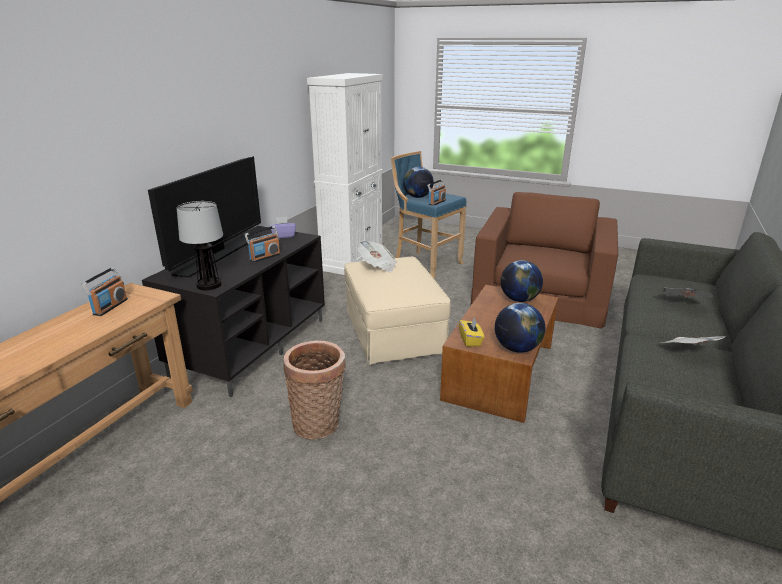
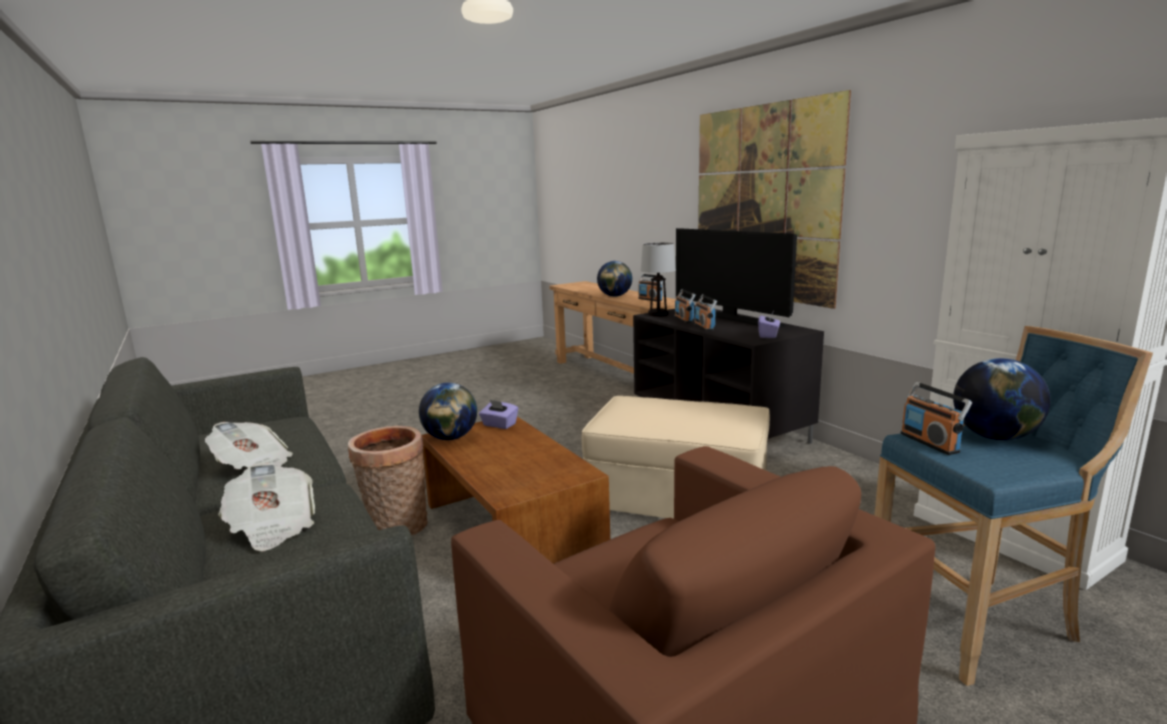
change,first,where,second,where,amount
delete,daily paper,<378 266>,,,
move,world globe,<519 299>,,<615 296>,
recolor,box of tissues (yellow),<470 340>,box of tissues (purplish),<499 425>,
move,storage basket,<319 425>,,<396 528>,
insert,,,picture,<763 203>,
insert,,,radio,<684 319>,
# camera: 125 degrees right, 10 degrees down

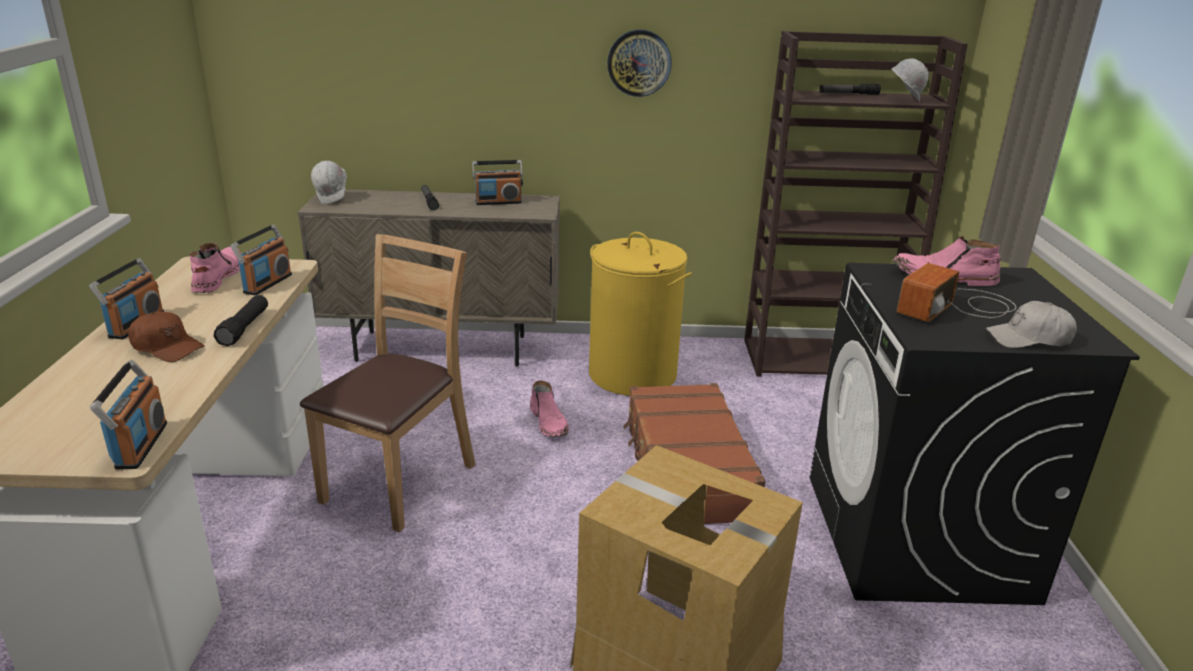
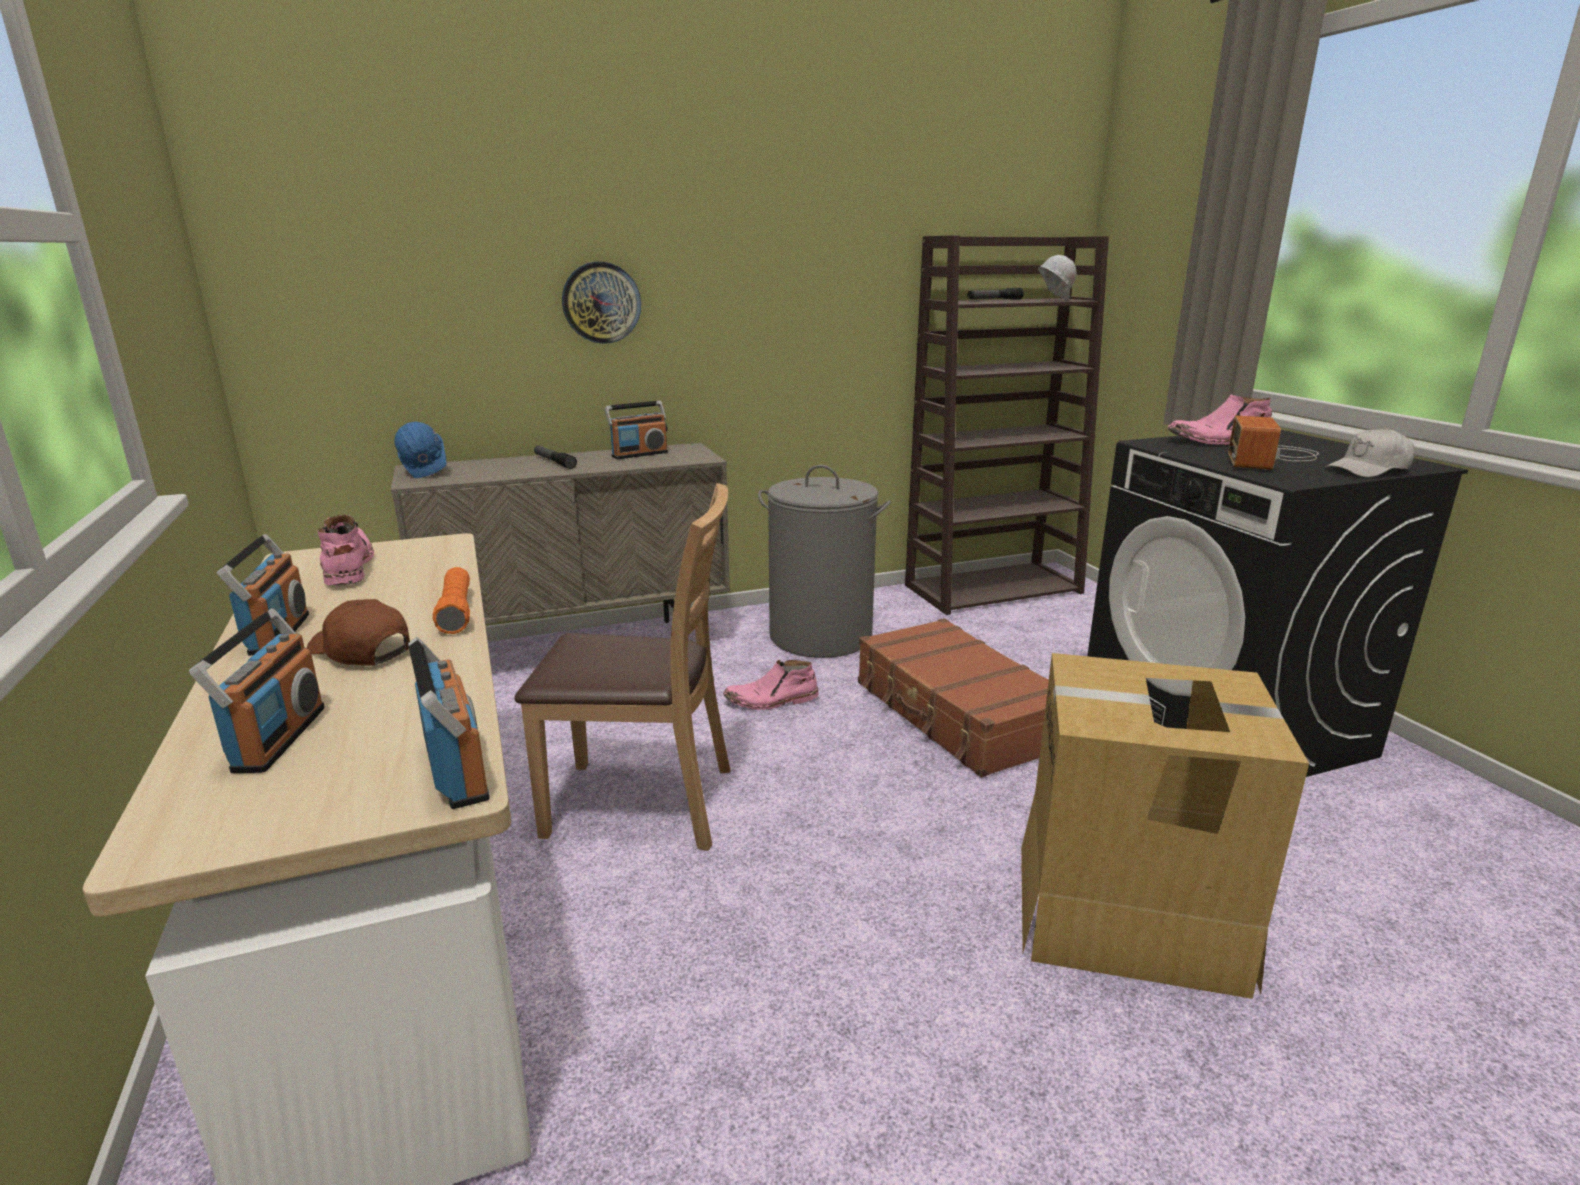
change,first,where,second,where,amount
move,wall clock,<639 63>,,<601 302>,
recolor,work helmet (white-coloured),<332 200>,work helmet (blue-coloured),<425 473>,
move,radio,<267 283>,,<278 738>,
recolor,laundry basket (yellow),<633 374>,laundry basket (gray),<821 636>,
rotate,upright chair (brown-coloured),<399 481>,,<643 803>,90 degrees clockwise
recolor,torch (blackish),<244 328>,torch (orangey),<456 612>,
rotate,peaked cap (brown-coloured),<167 347>,,<361 651>,150 degrees counterclockwise
rotate,tall boot (pink),<549 422>,,<771 700>,120 degrees clockwise
# camera: 20 degrees left, 5 degrees down

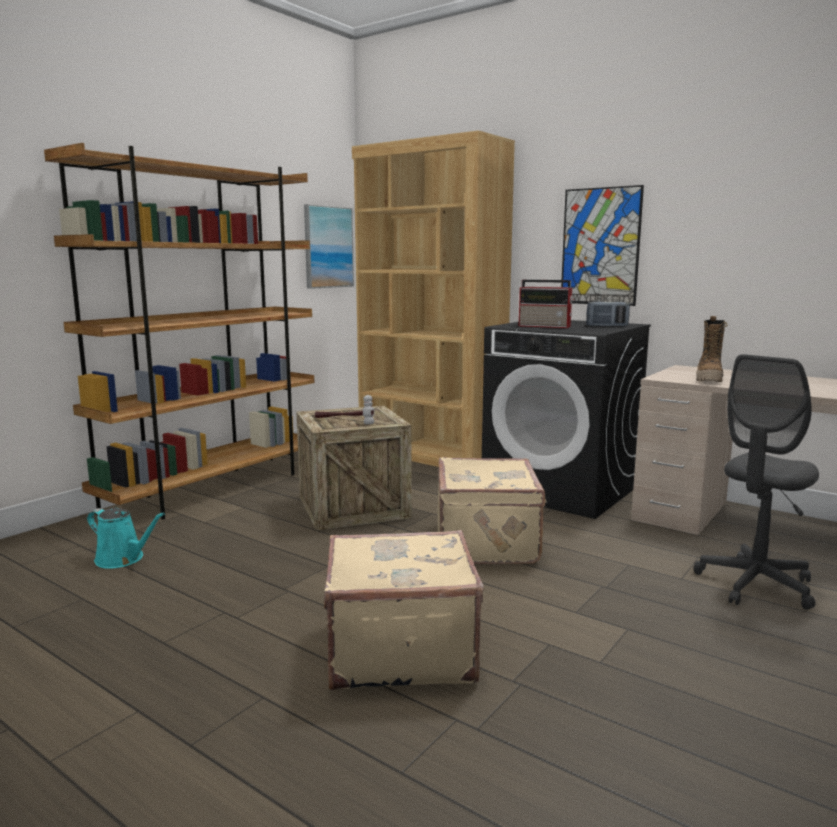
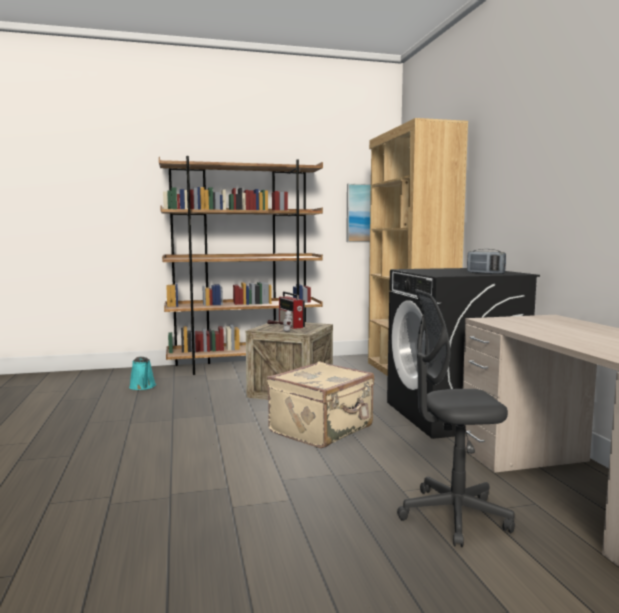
change,first,where,second,where,amount
delete,picture,<600 247>,,,
move,radio,<545 326>,,<291 325>,
delete,tall boot,<708 380>,,,
delete,piece of luggage (sand-coloured),<399 650>,,,
# camera: 40 degrees right, 5 degrees down

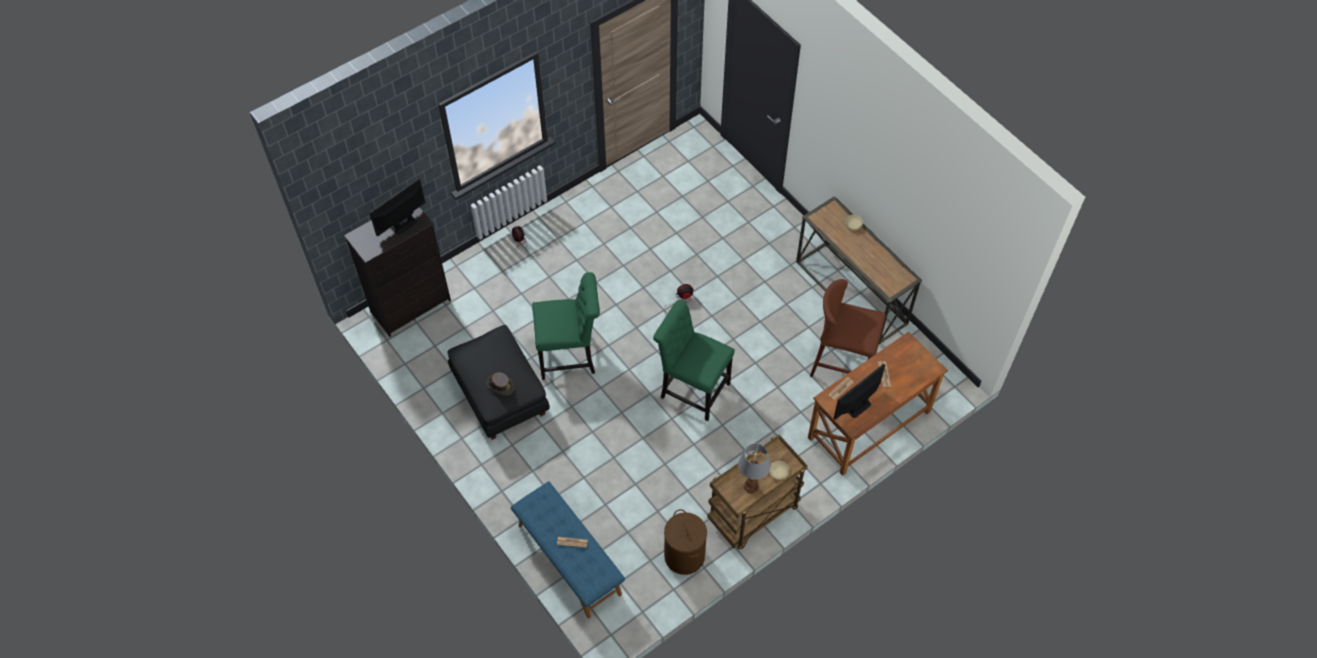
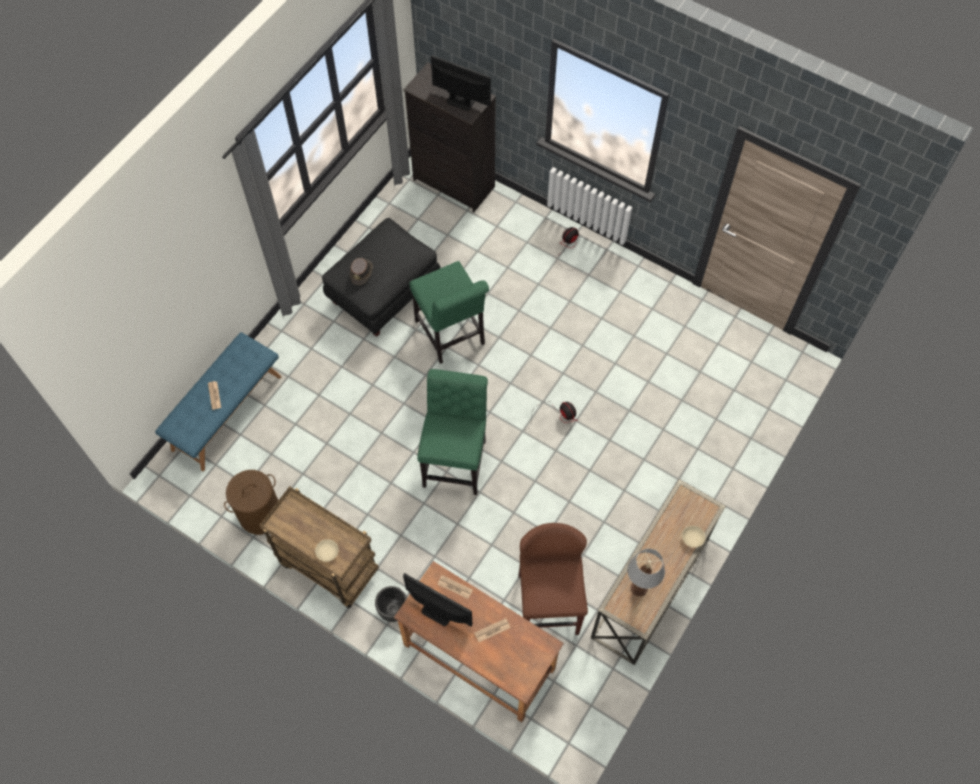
change,first,where,second,where,amount
move,lamp for a table,<751 486>,,<639 588>,
insert,,,planter (blackish),<392 610>,
# camera: 70 degrees right, 5 degrees up

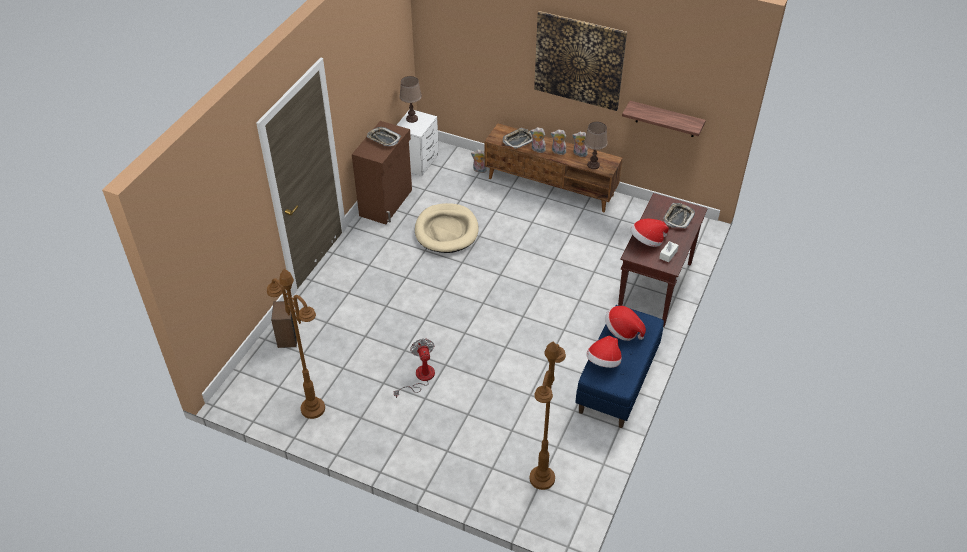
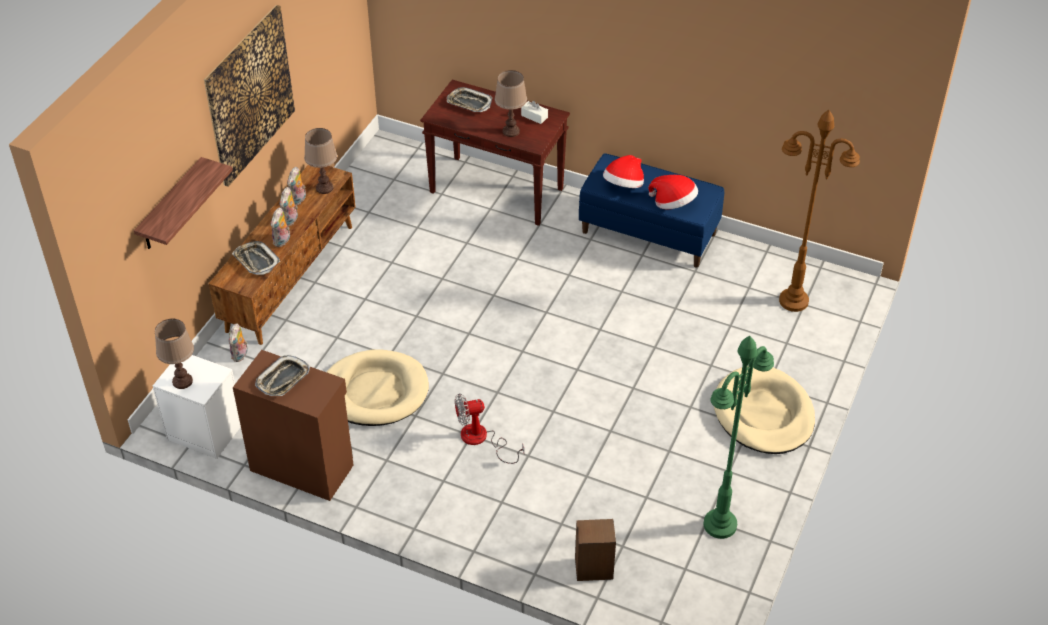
change,first,where,second,where,amount
move,bracket shelf,<665 119>,,<171 206>,
replace,wearable hat,<647 241>,lamp for a table (brown-coloured),<511 131>,
recolor,standing lamp (brown-coloured),<312 408>,standing lamp (green),<720 525>,
move,cooling fan,<420 378>,,<481 439>,
insert,,,dog bed (sand-coloured),<763 414>,
# camera: 90 degrees left, 0 degrees up

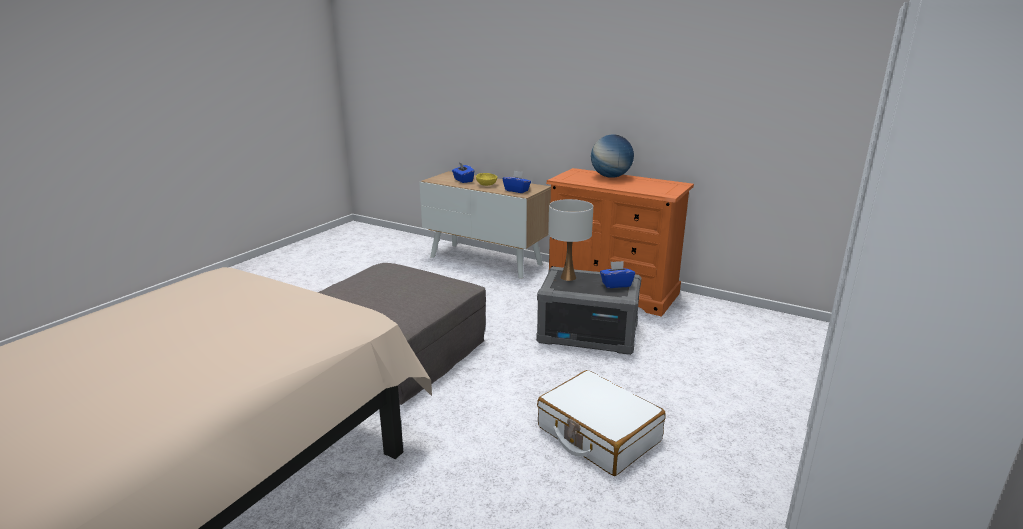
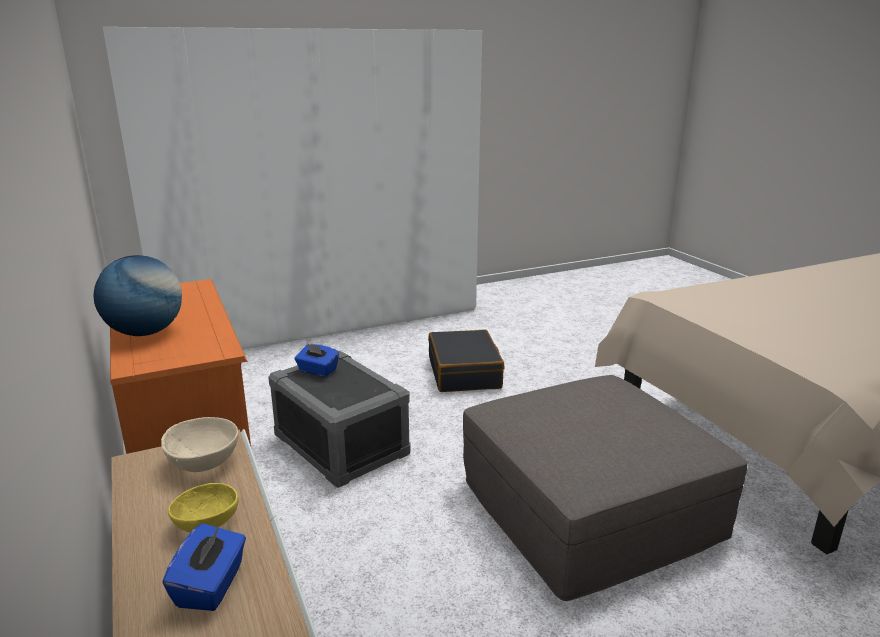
change,first,where,second,where,amount
replace,box of tissues (blue-coloured),<516 190>,bowl (sand-coloured),<204 463>,
delete,lamp for a table (white-coloured),<568 277>,,,
recolor,piece of luggage (white-coloured),<598 434>,piece of luggage (blackish),<464 373>,
# camera: 145 degrees left, 0 degrees up

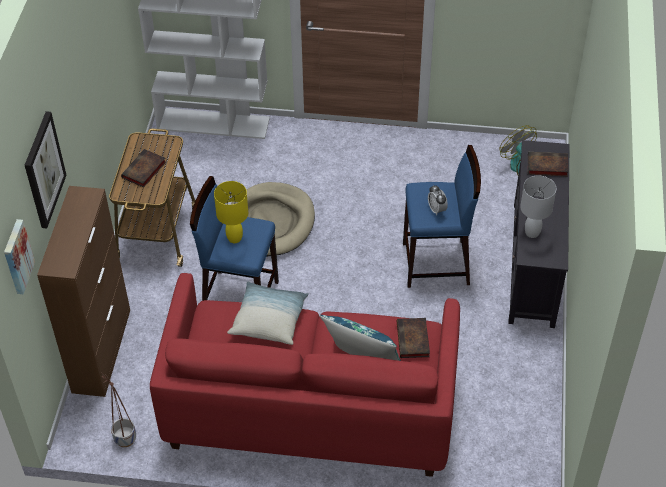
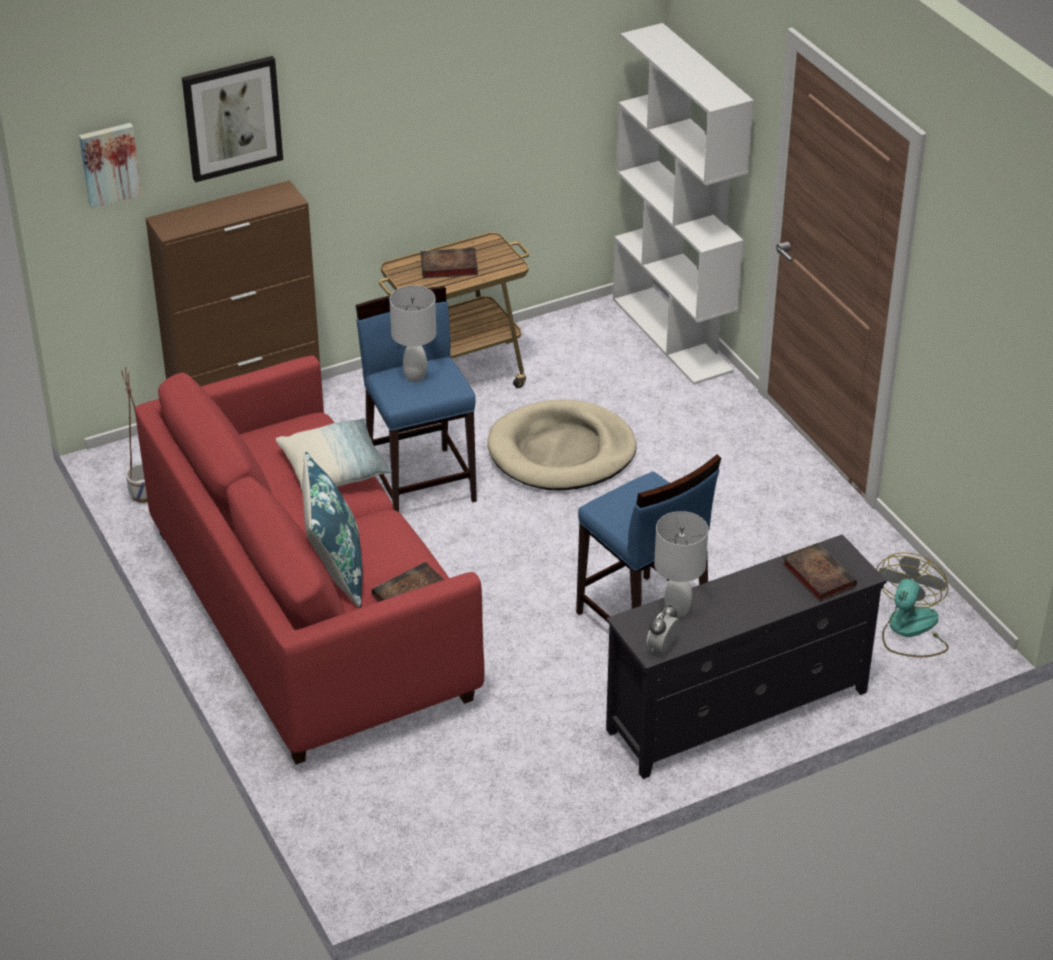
change,first,where,second,where,amount
recolor,lamp for a table (yellow),<234 238>,lamp for a table (white-coloured),<416 376>,
move,table clock,<436 209>,,<662 647>,
# camera: 55 degrees right, 10 degrees down

